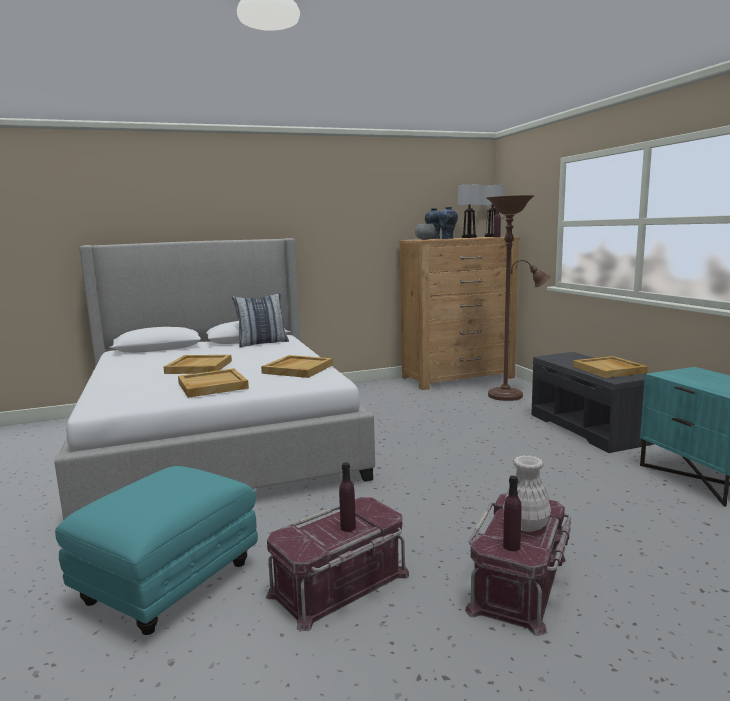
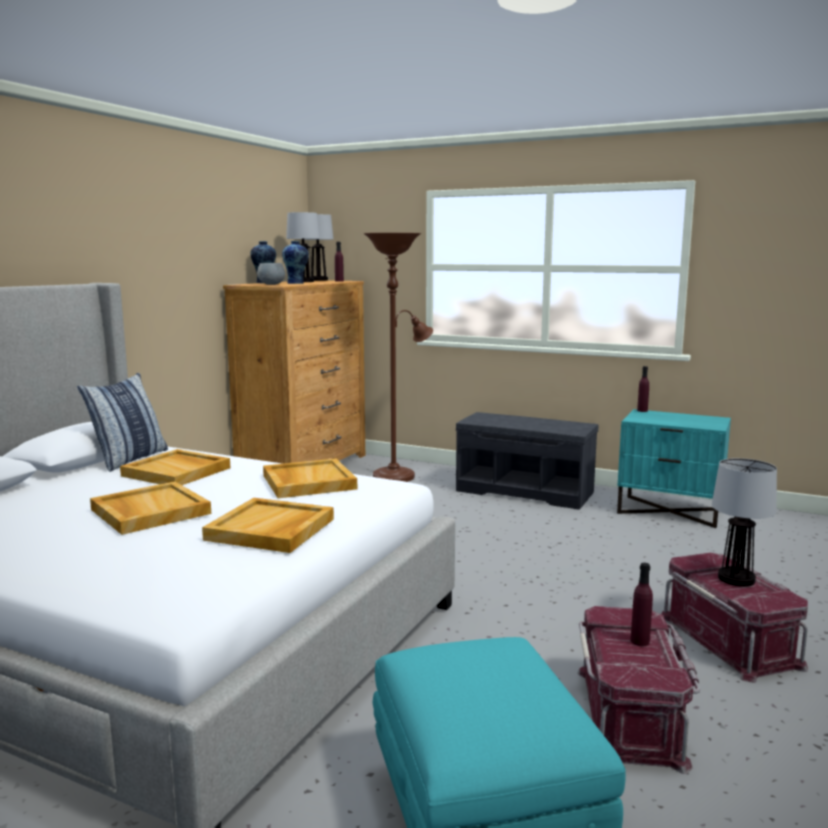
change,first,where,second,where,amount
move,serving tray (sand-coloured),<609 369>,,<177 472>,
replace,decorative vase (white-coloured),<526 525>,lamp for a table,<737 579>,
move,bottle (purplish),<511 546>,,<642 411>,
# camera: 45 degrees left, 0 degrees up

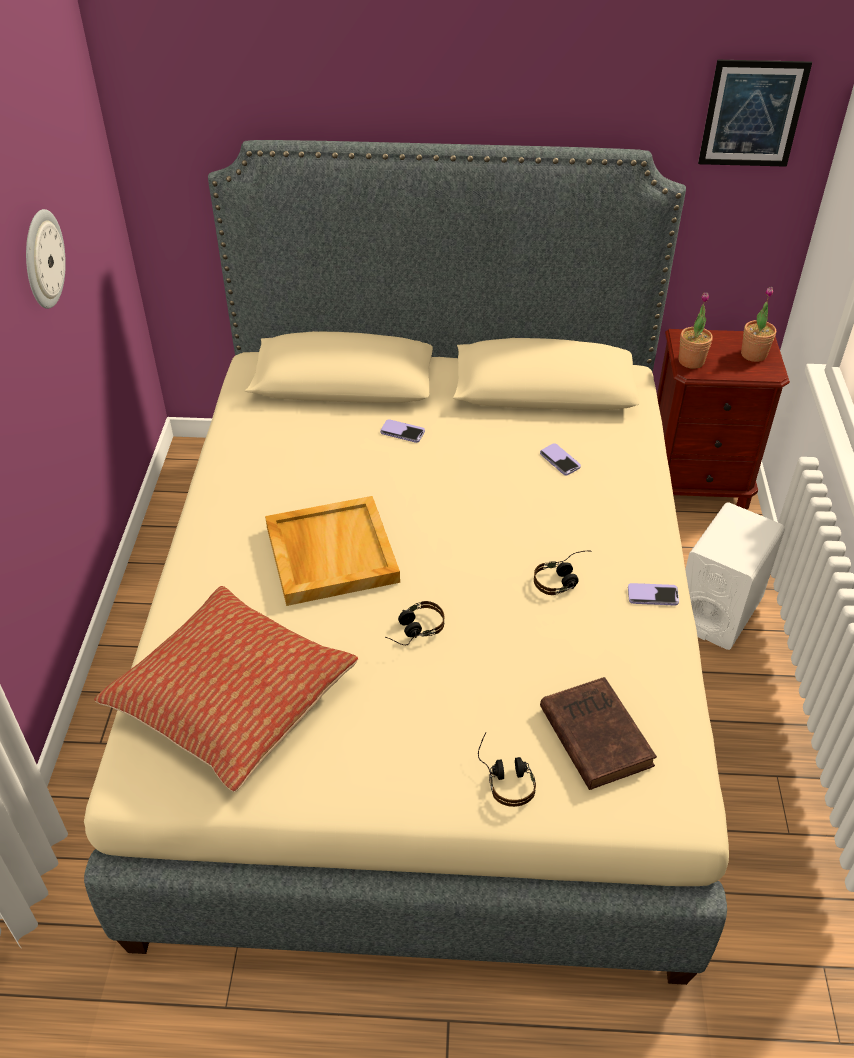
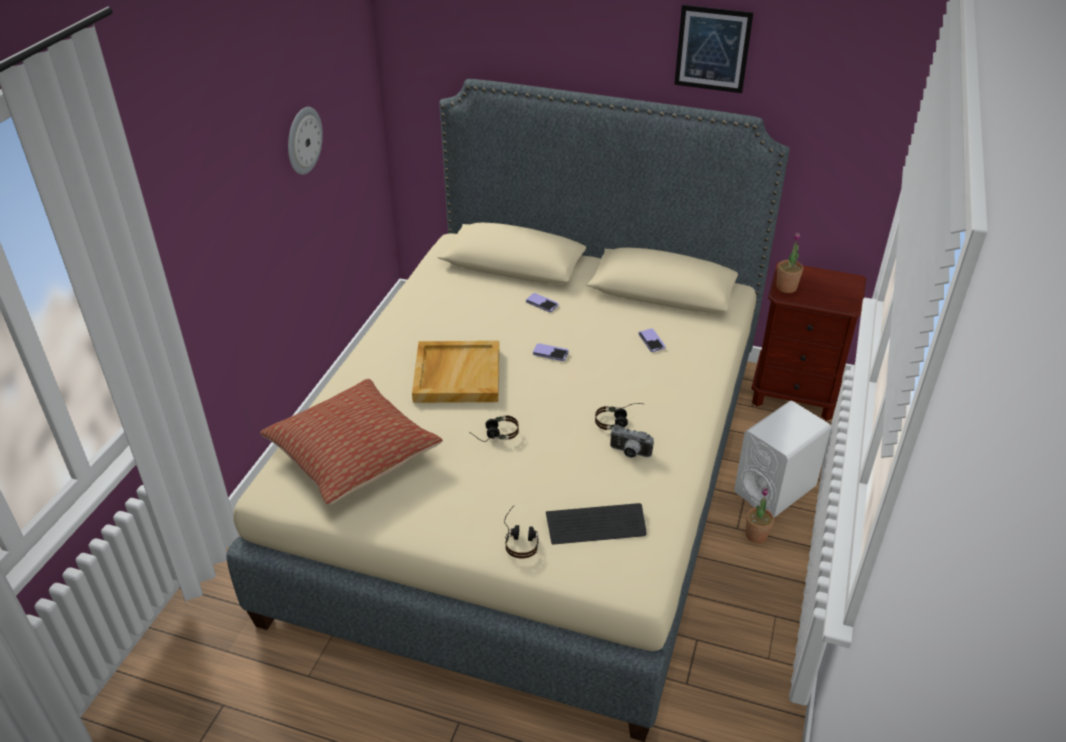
change,first,where,second,where,amount
move,picture,<752 114>,,<712 49>,
move,houseplant,<753 354>,,<756 535>,
move,phone,<653 595>,,<550 353>,
replace,volume (brown-coloured),<594 734>,keyboard,<596 525>,
insert,,,still camera,<629 453>,
# camera: 15 degrees right, 5 degrees down

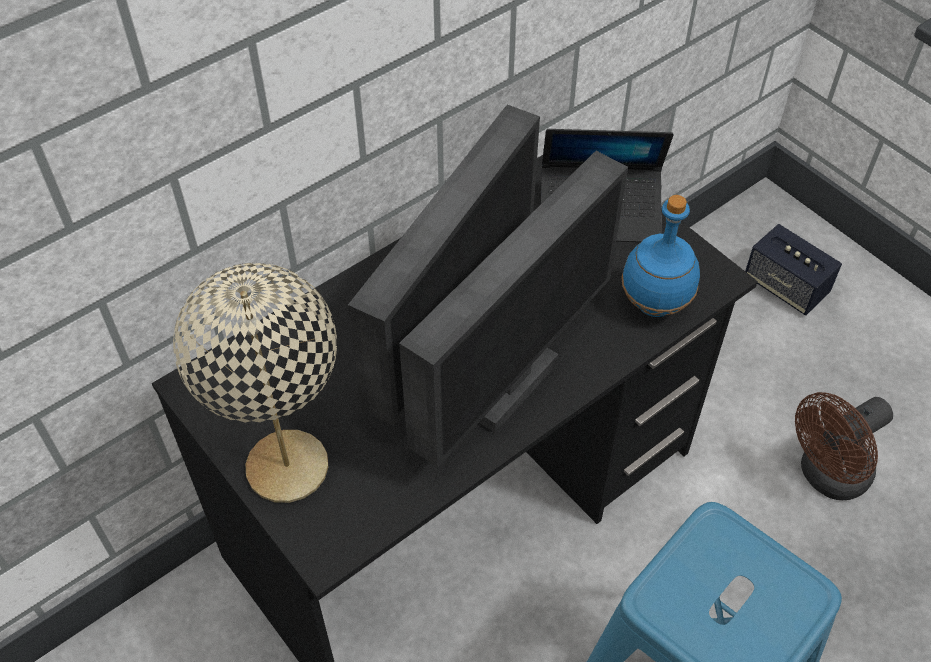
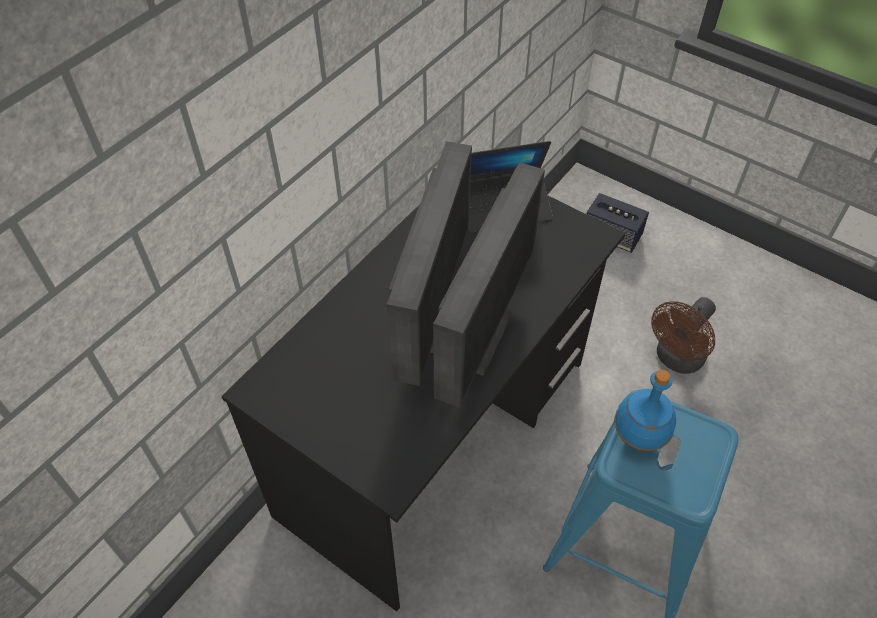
change,first,where,second,where,amount
move,bottle (blue-coloured),<653 304>,,<637 437>,
delete,lamp for a table (sand-coloured),<288 468>,,,
# camera: 15 degrees left, 0 degrees up

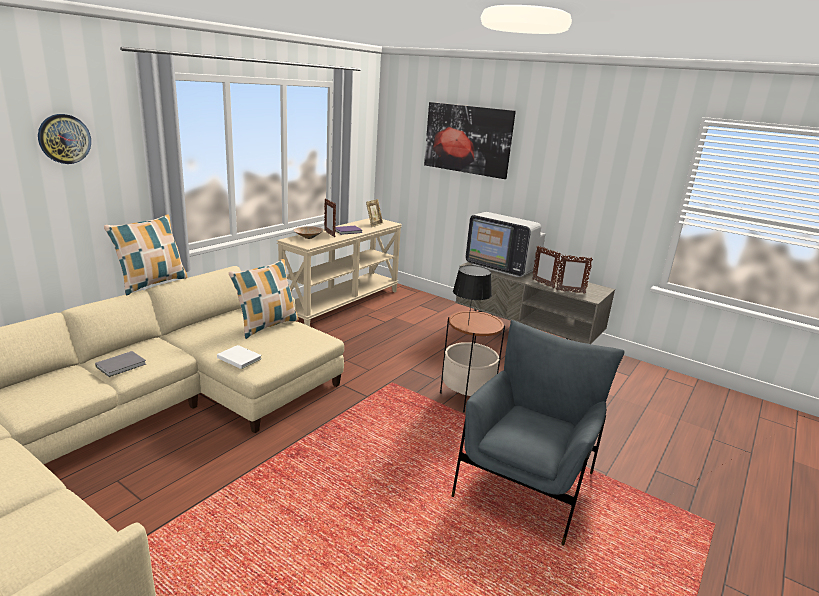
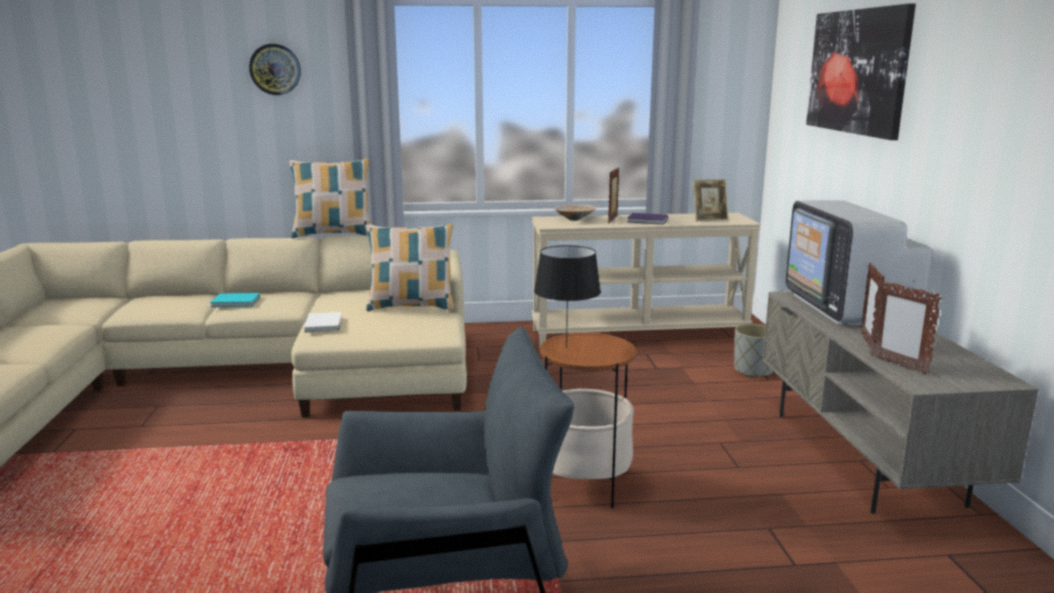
change,first,where,second,where,amount
recolor,volume (gray),<122 365>,volume (turquoise),<236 302>,
insert,,,planter (gray),<753 371>,
# camera: 50 degrees right, 5 degrees down

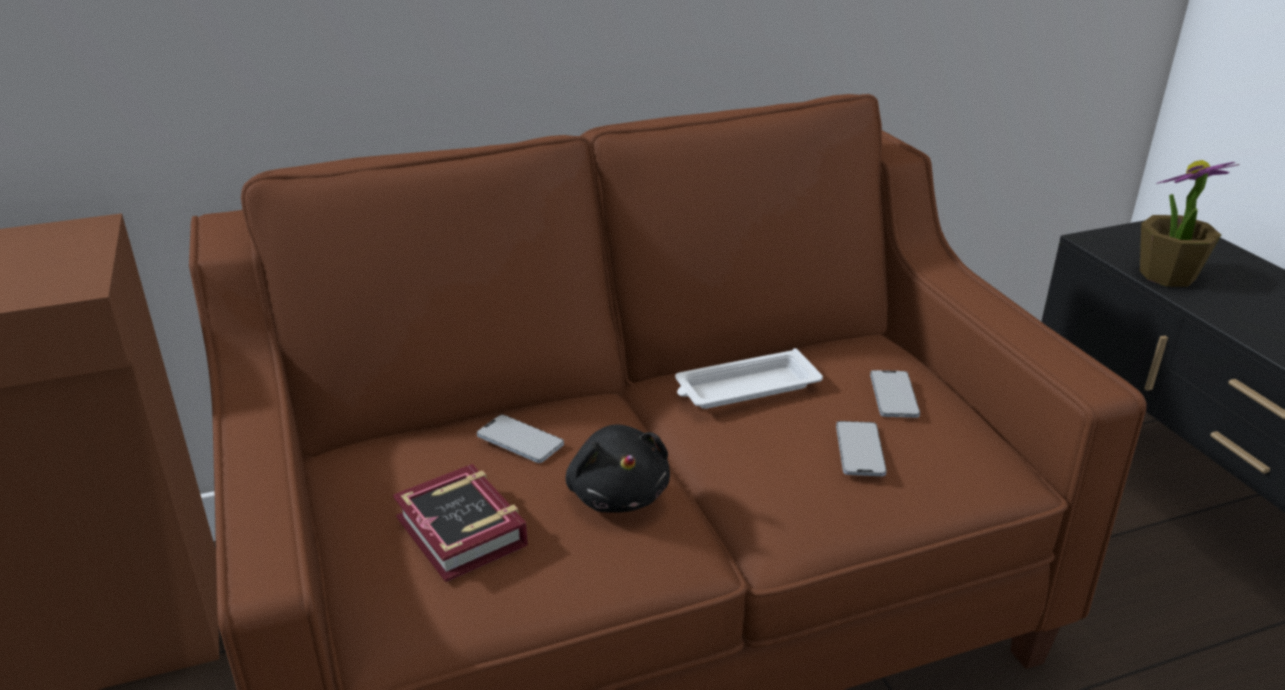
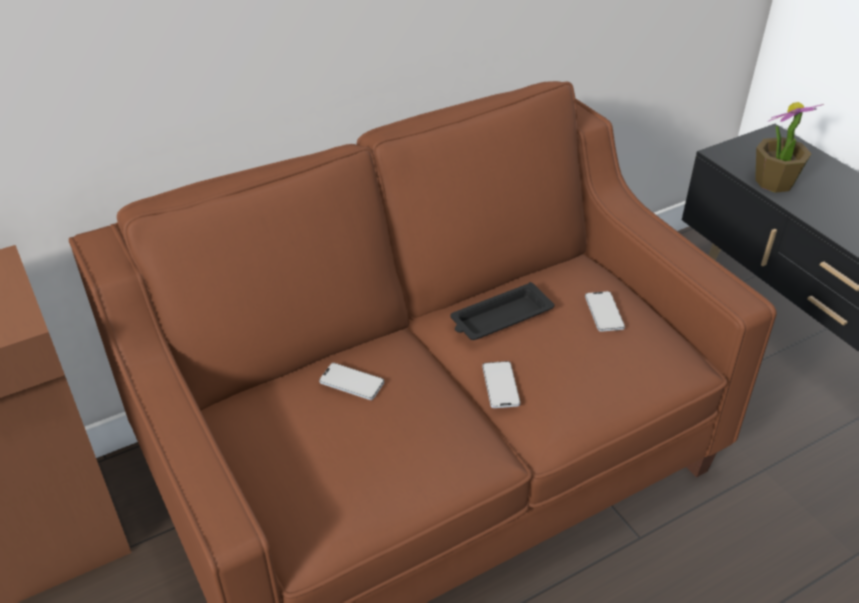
change,first,where,second,where,amount
recolor,serving tray (white-coloured),<744 388>,serving tray (blackish),<500 318>,
move,phone,<860 450>,,<500 385>,
delete,plush toy (blackish),<618 494>,,,
delete,volume,<460 536>,,,
# camera: 10 degrees left, 10 degrees up

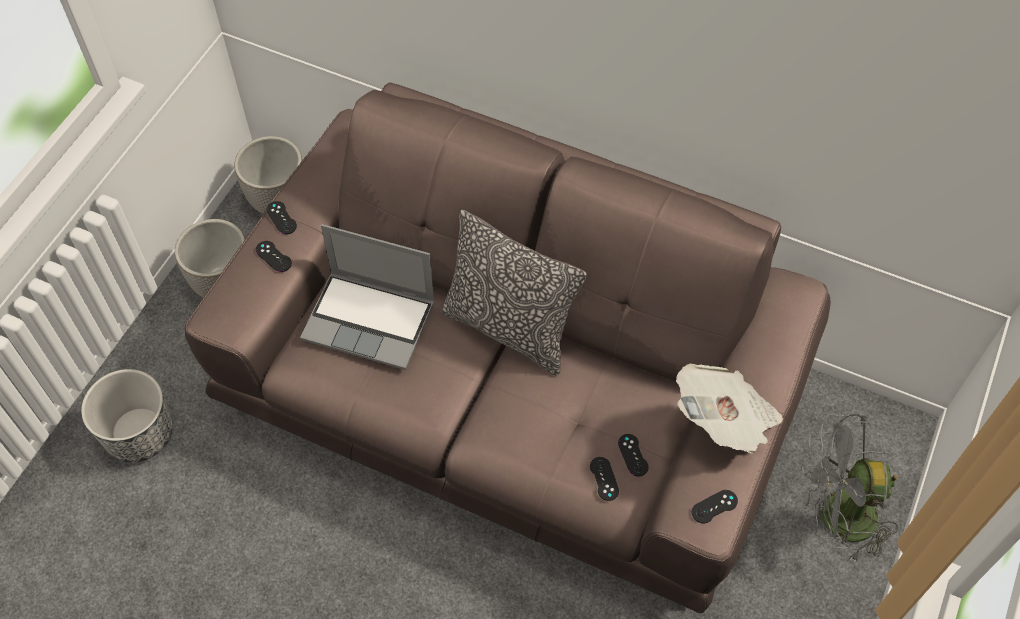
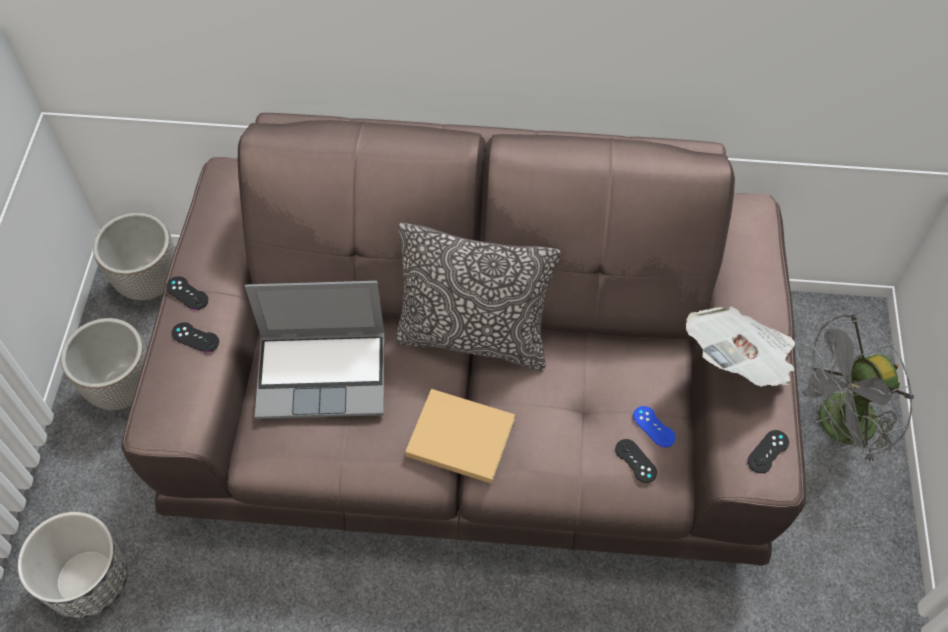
change,first,where,second,where,amount
recolor,game controller (blackish),<633 455>,game controller (blue-coloured),<654 426>,
insert,,,volume (sand-coloured),<457 436>,
# camera: 20 degrees left, 0 degrees up

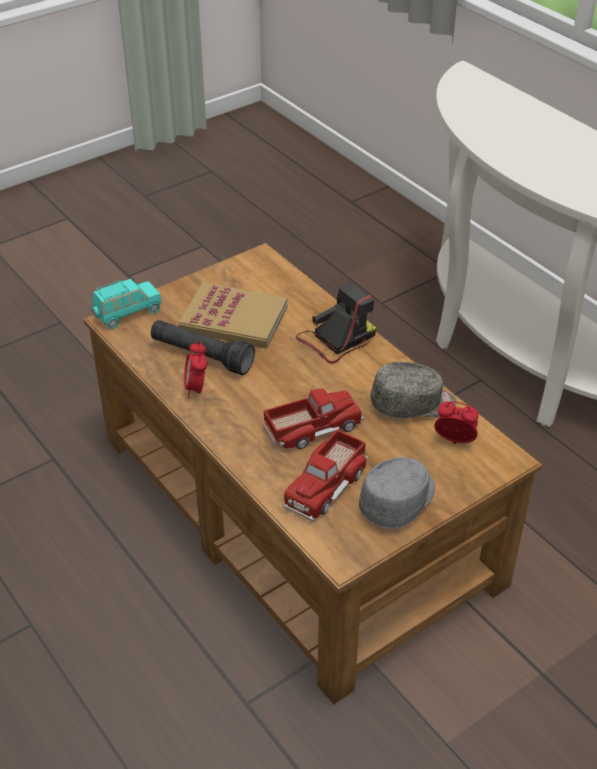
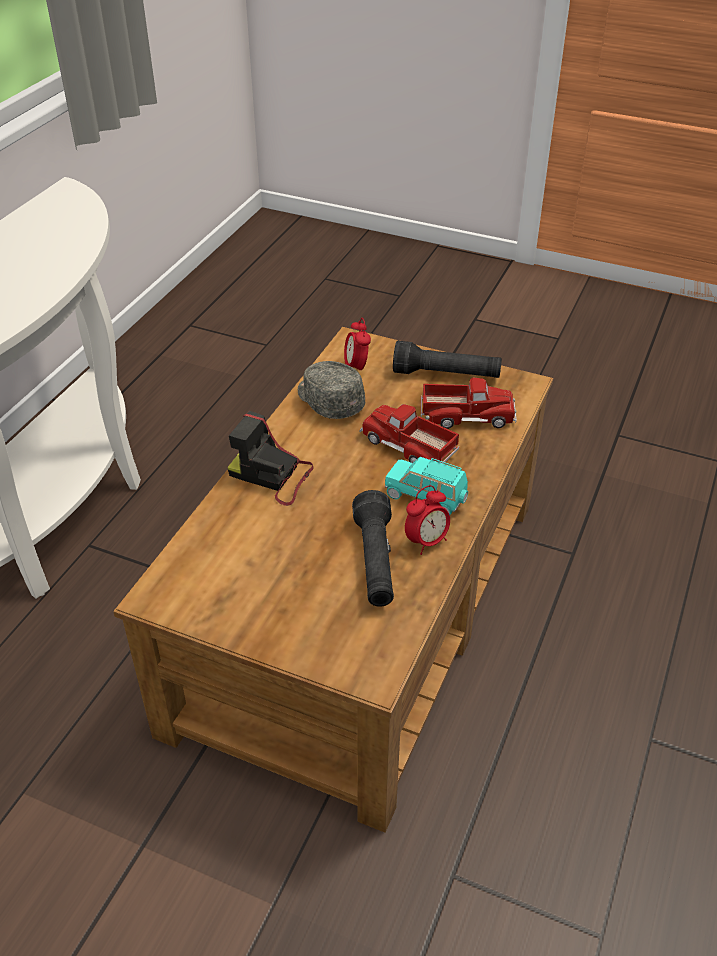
change,first,where,second,where,amount
move,toy car (turquoise),<127 314>,,<426 497>,
delete,volume,<234 319>,,,
replace,peaked cap (gray),<399 501>,torch (blackish),<446 375>,
# camera: 120 degrees left, 0 degrees up

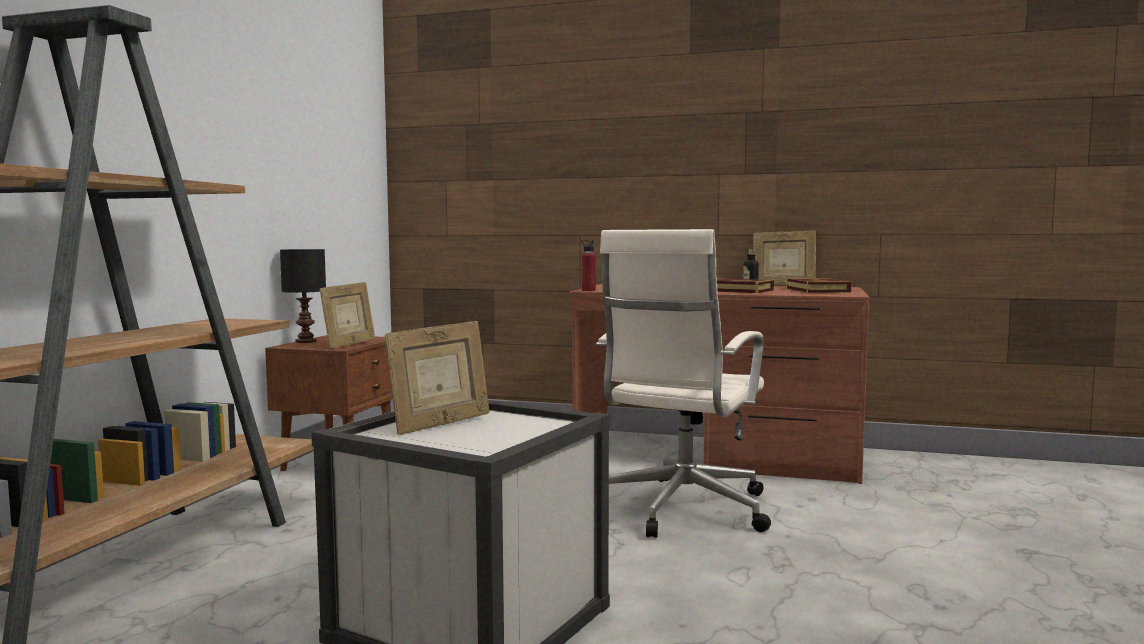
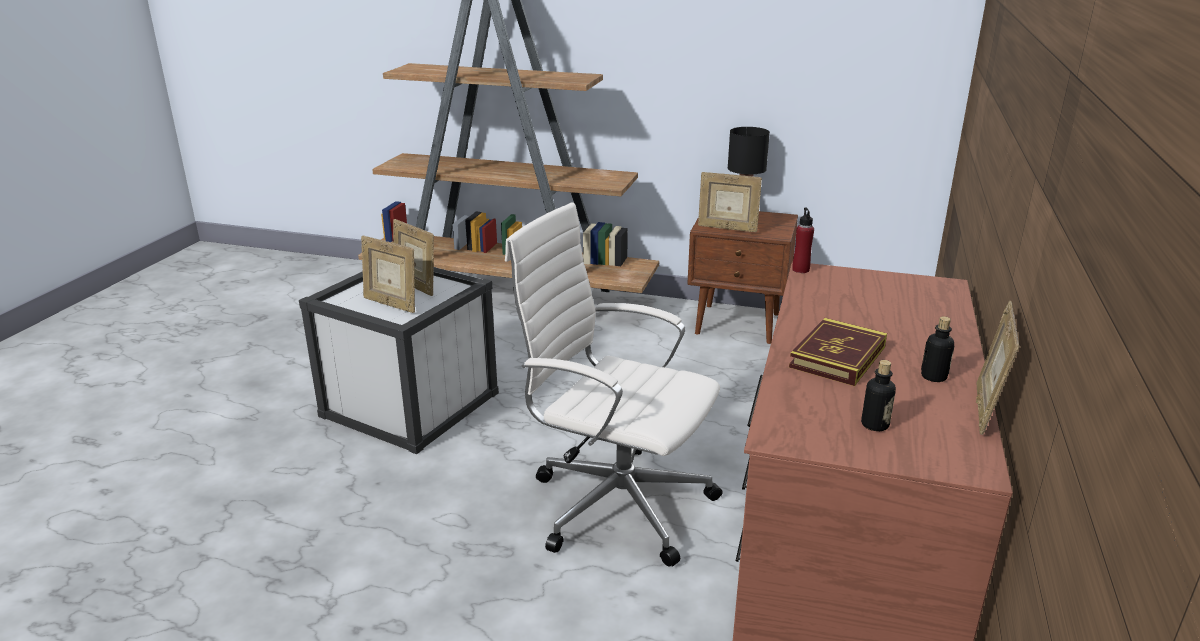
change,first,where,second,where,amount
replace,volume,<817 290>,bottle,<875 424>,
insert,,,standing frame,<391 304>,
# camera: 90 degrees right, 20 degrees up

